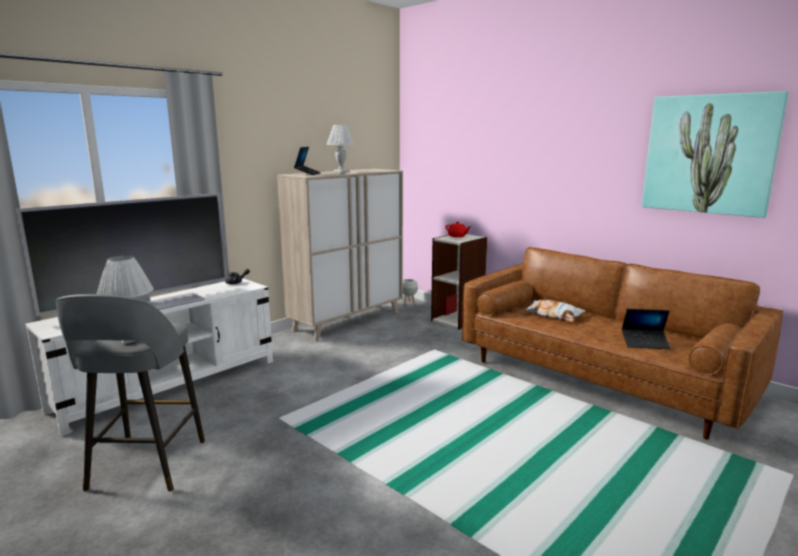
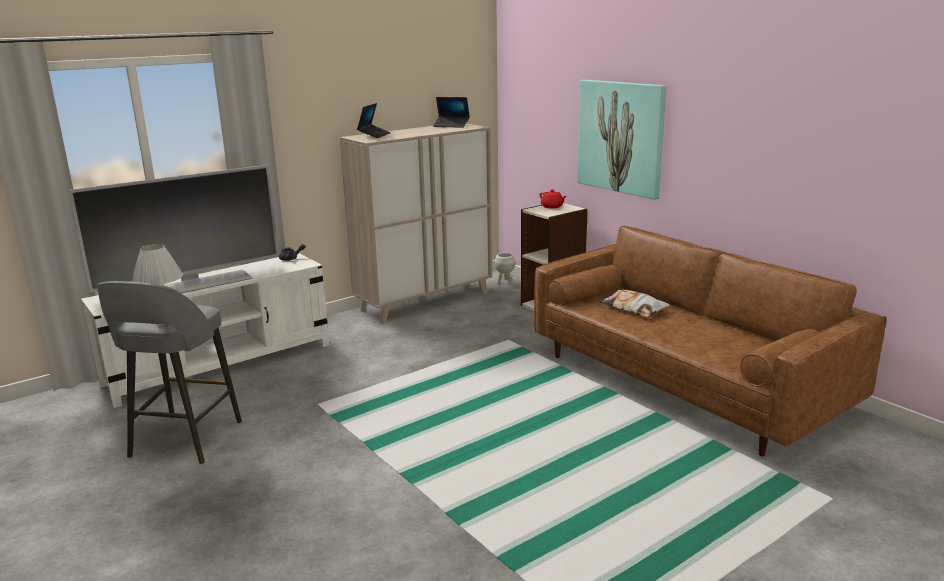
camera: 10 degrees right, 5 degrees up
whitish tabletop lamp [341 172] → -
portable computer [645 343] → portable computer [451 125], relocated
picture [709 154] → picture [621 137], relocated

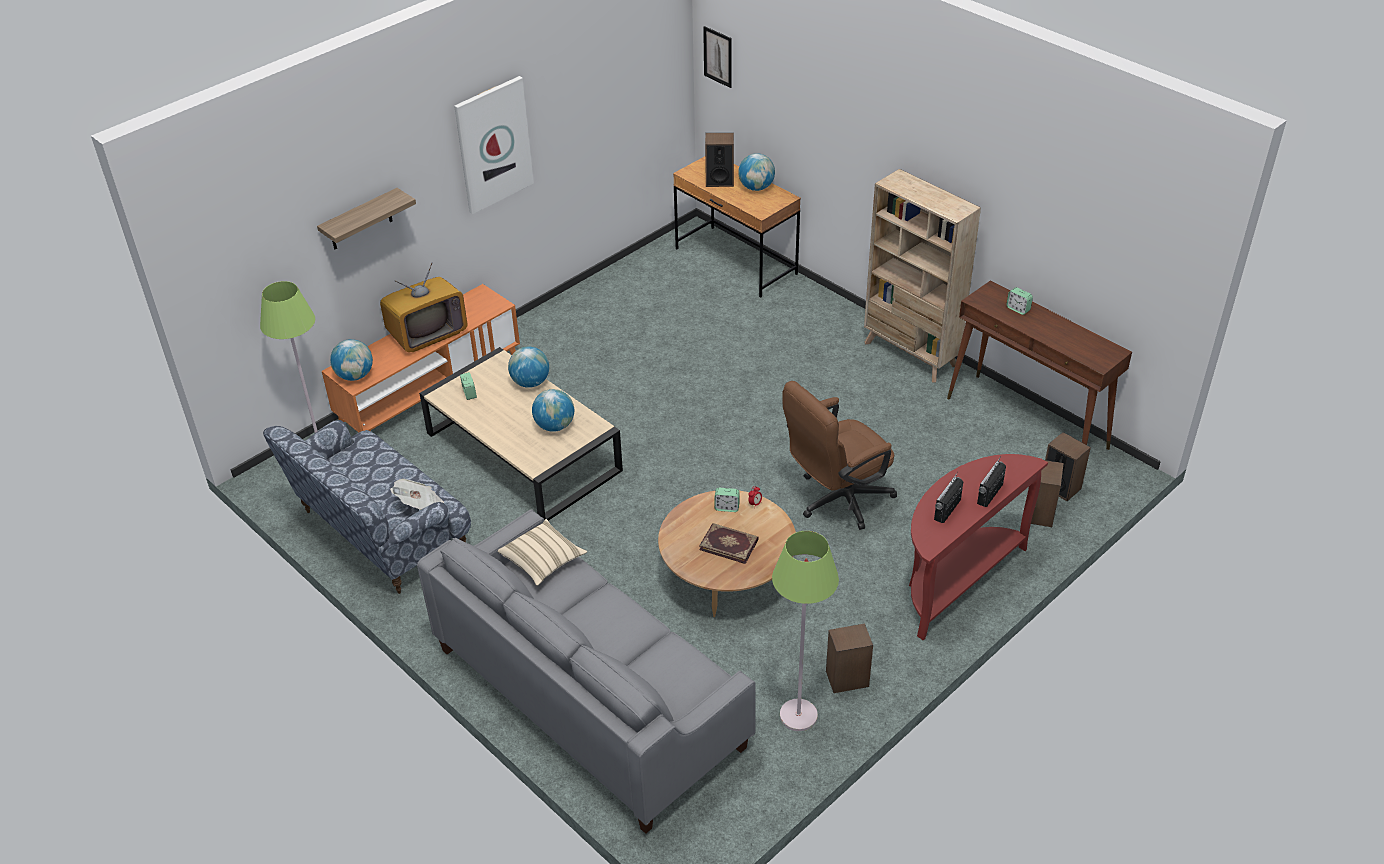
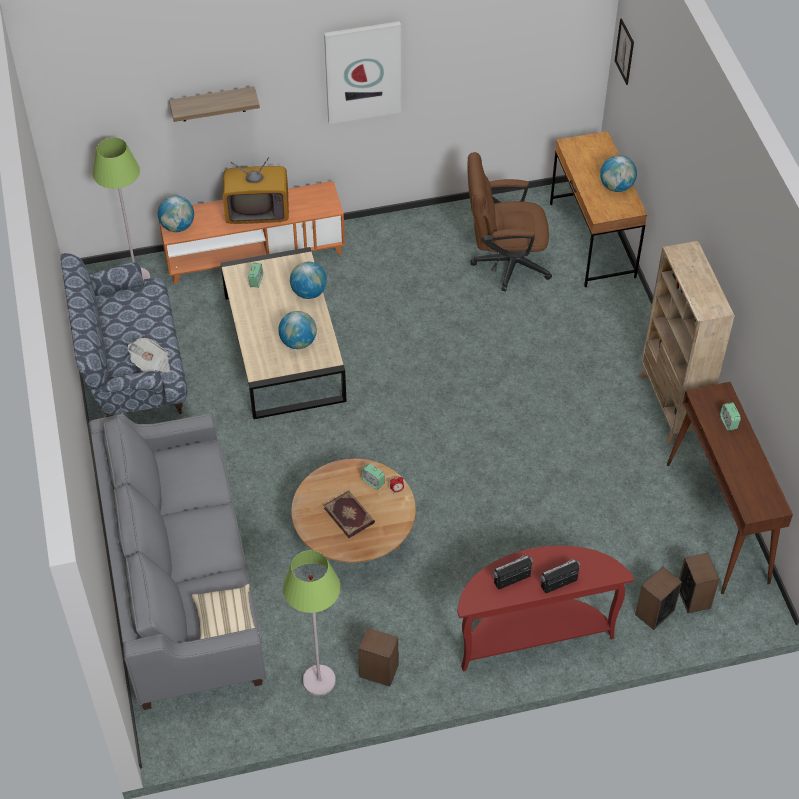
camera: 30 degrees right, 10 degrees up
loudspeaker [719 180] → -
beige-coloured cushion [543 561] → beige-coloured cushion [225 621], relocated
brownish computer chair [836 501] → brownish computer chair [504 263], relocated

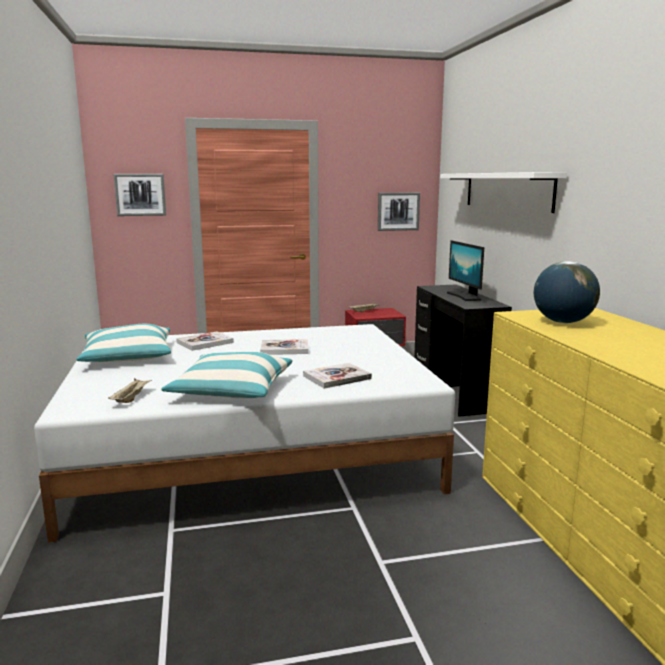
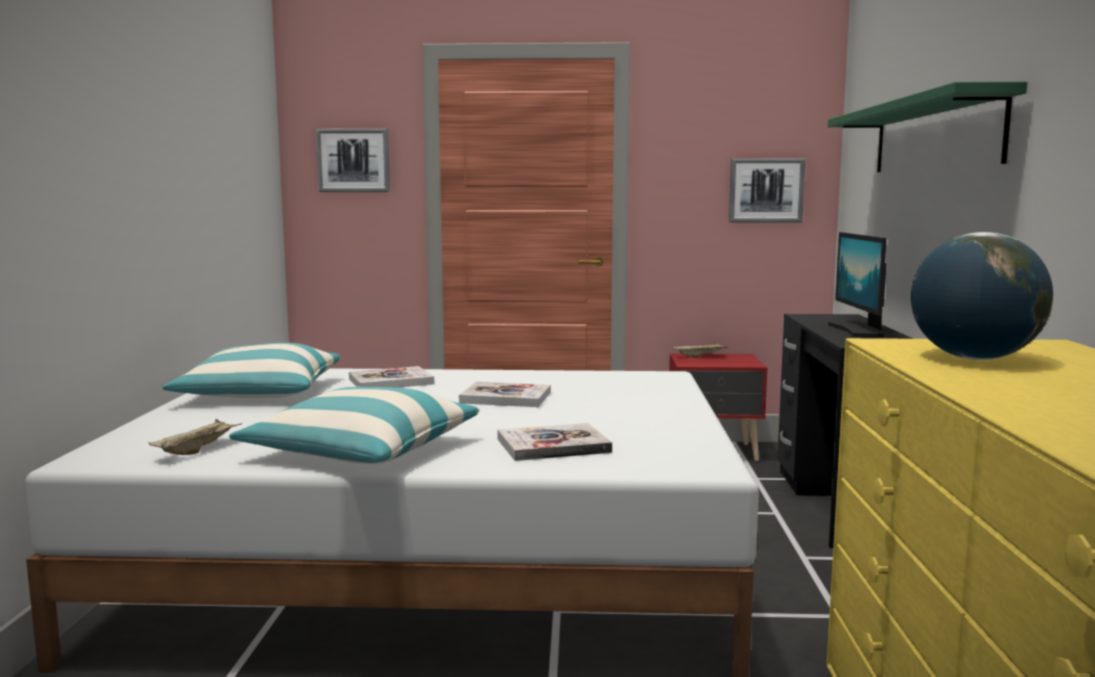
camera: 15 degrees right, 5 degrees down
whitish bracket shelf [506 190] → green-coloured bracket shelf [933 136]

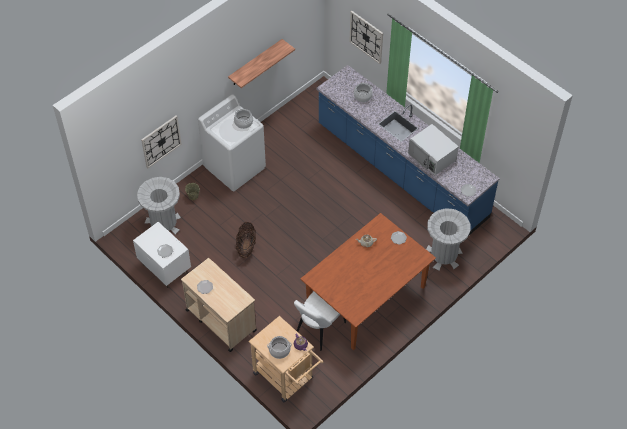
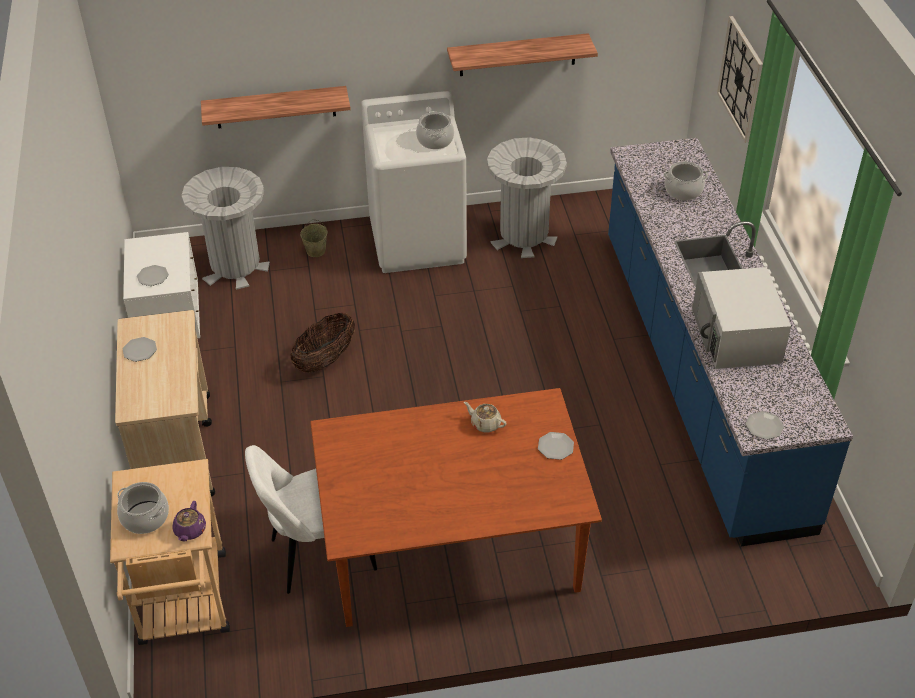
camera: 35 degrees right, 10 degrees down
gray waste bin [444 255] → gray waste bin [524 236], relocated
clock on the wall [161 141] → bracket shelf [275 107]

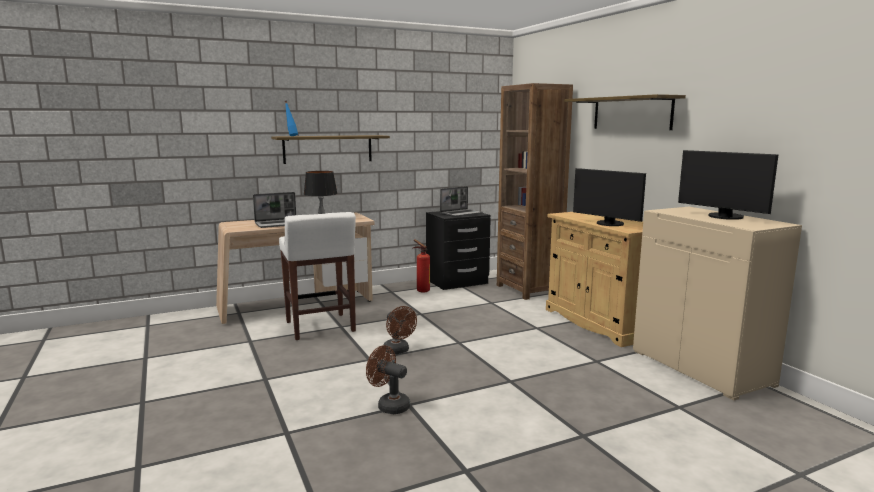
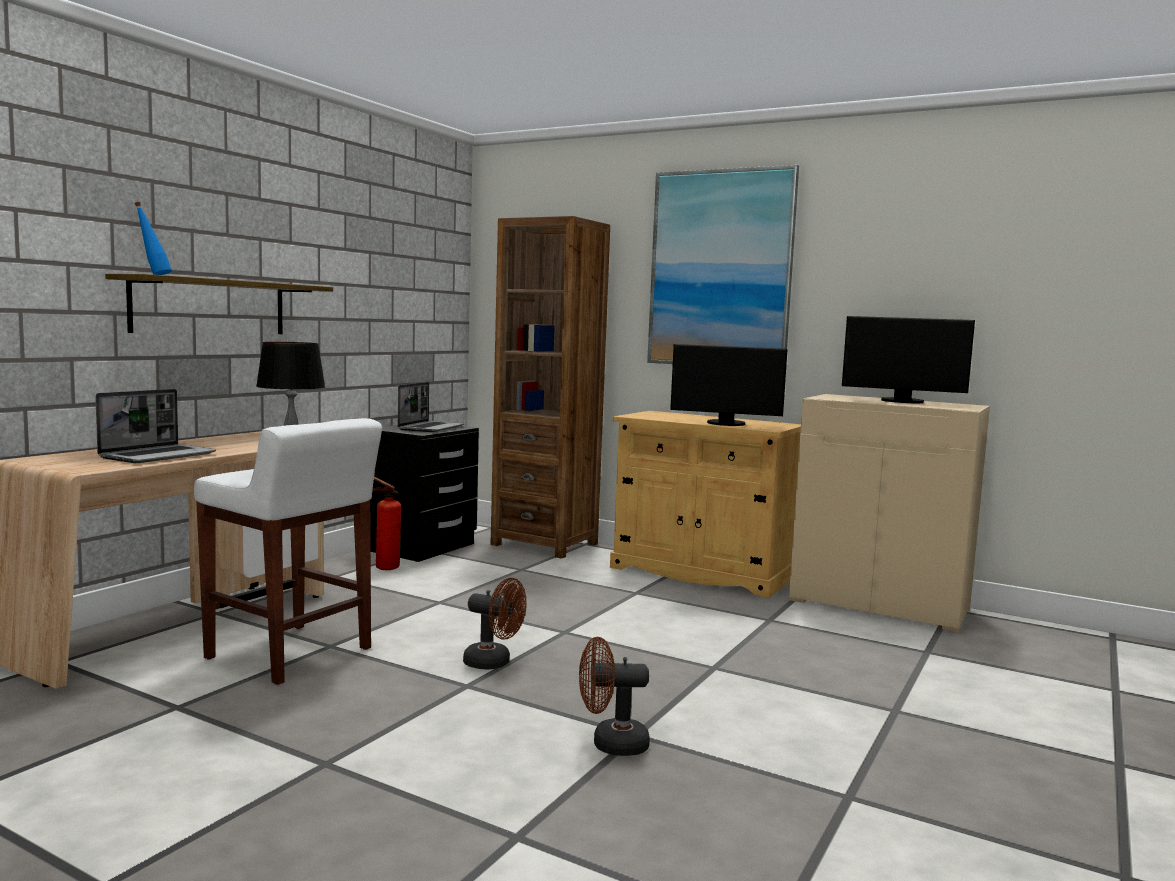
camera: 35 degrees left, 5 degrees down
bracket shelf [631 113] → picture [720 269]

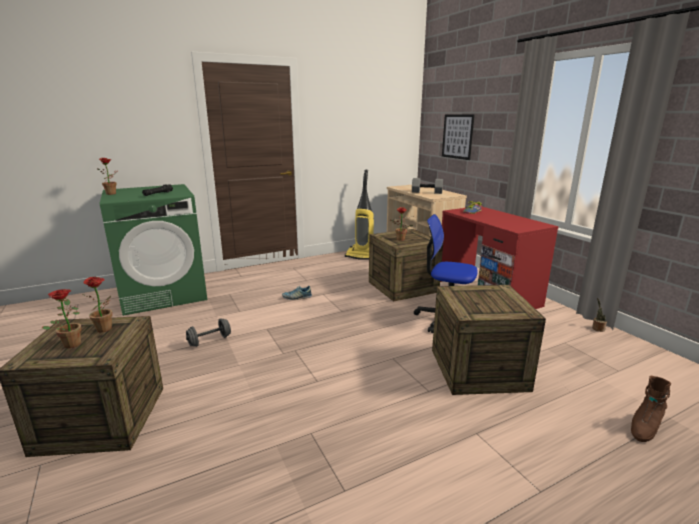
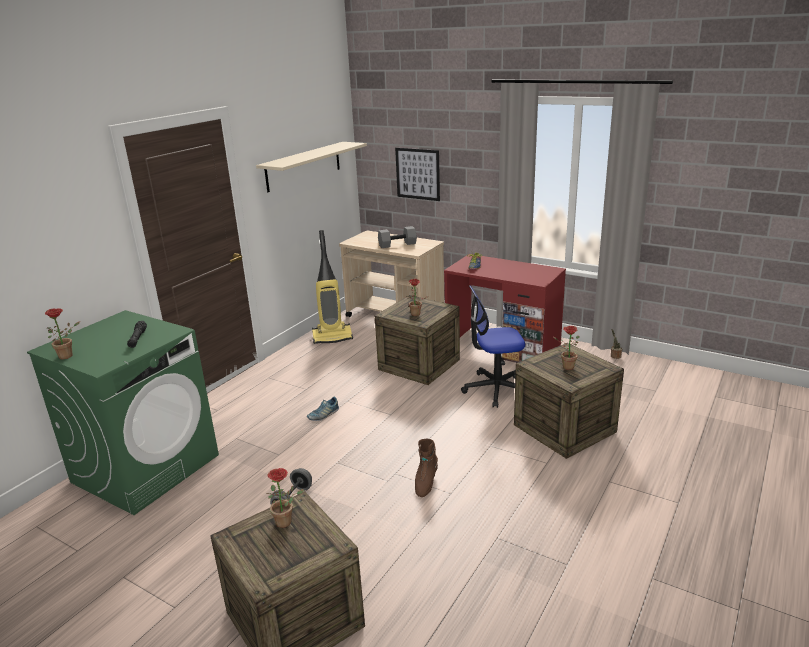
camera: 30 degrees left, 5 degrees up
- → beige-coloured bracket shelf [304 166]
houseplant [71 343] → houseplant [565 367], relocated
brownish tall boot [644 427] → brownish tall boot [425 482], relocated

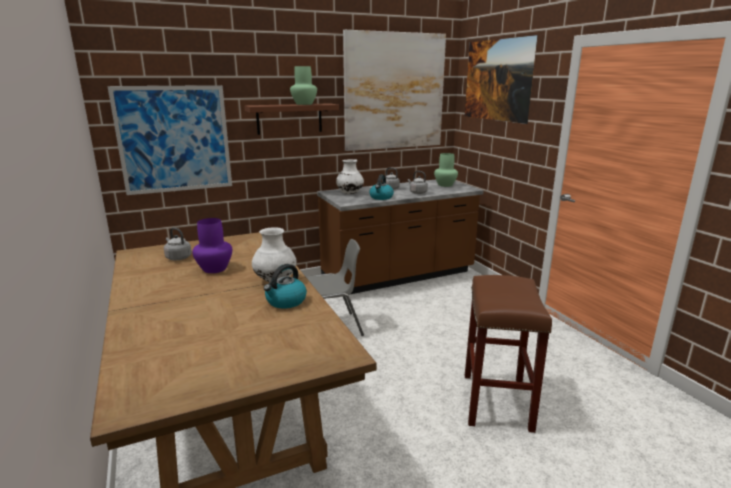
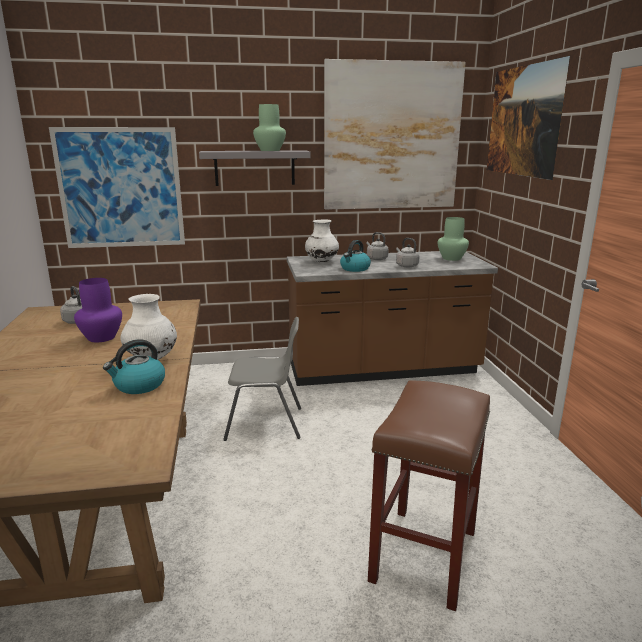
camera: 15 degrees right, 0 degrees up
brownish bracket shelf [289 118] → gray bracket shelf [254 168]

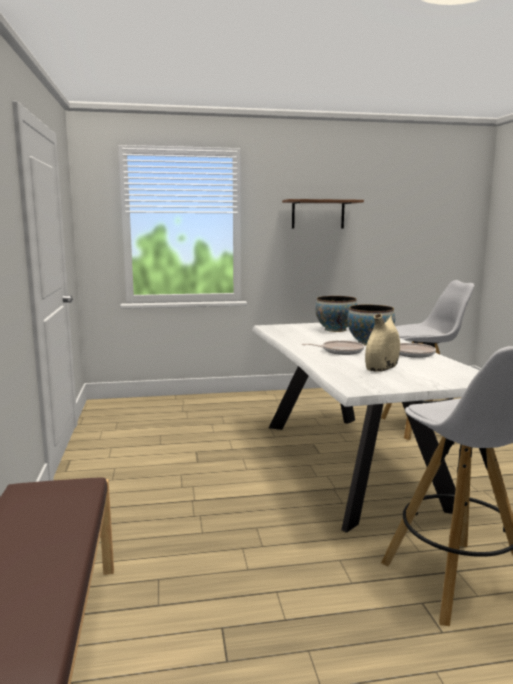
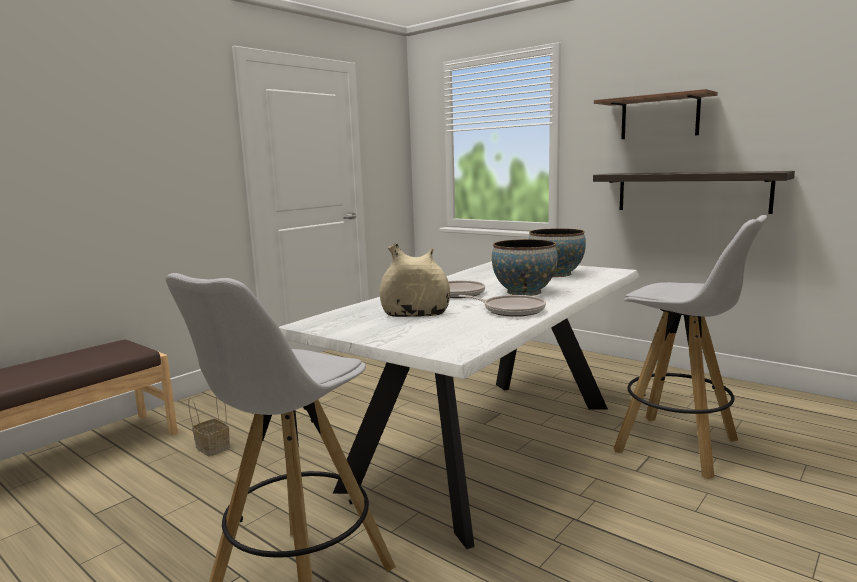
camera: 50 degrees right, 0 degrees up
- → household basket [211 448]
- → bracket shelf [691 192]

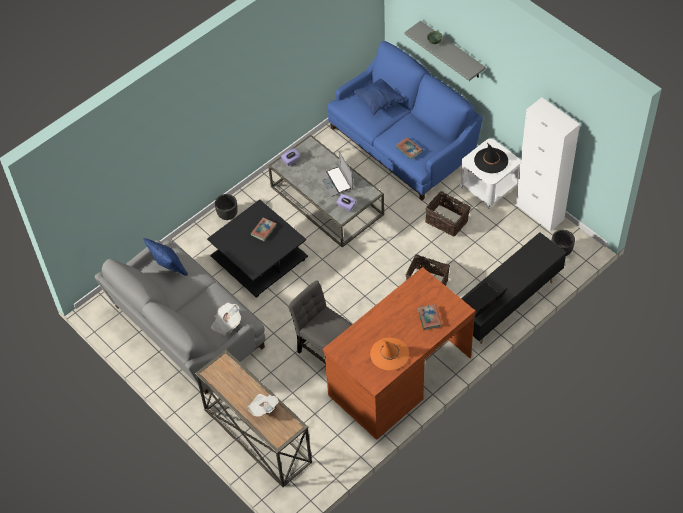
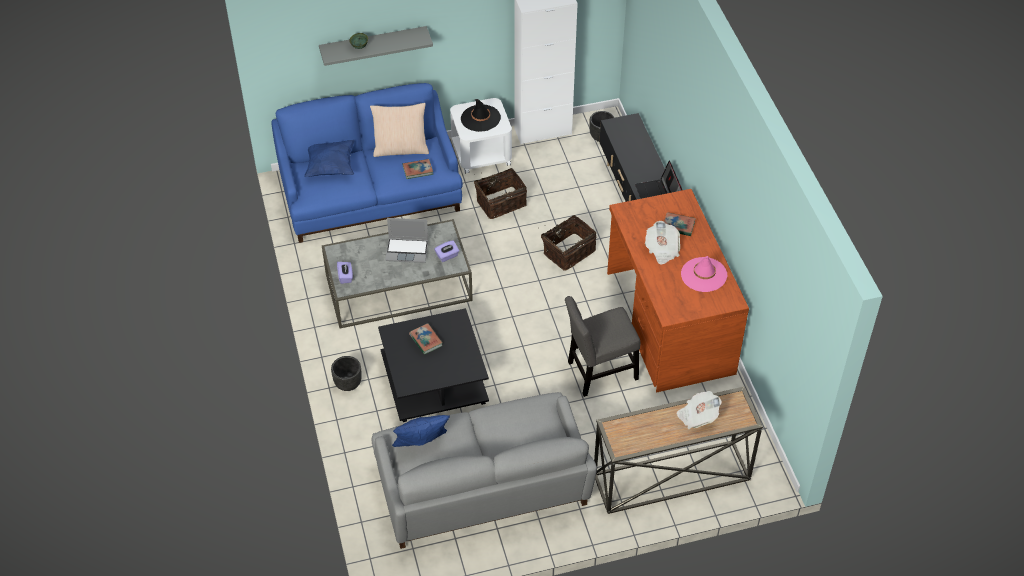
camera: 65 degrees left, 5 degrees down
- → beige-coloured cushion [401 149]
newspaper [226 323] → newspaper [662 250], relocated
orange clothing hat [389 354] → pink clothing hat [703 275]

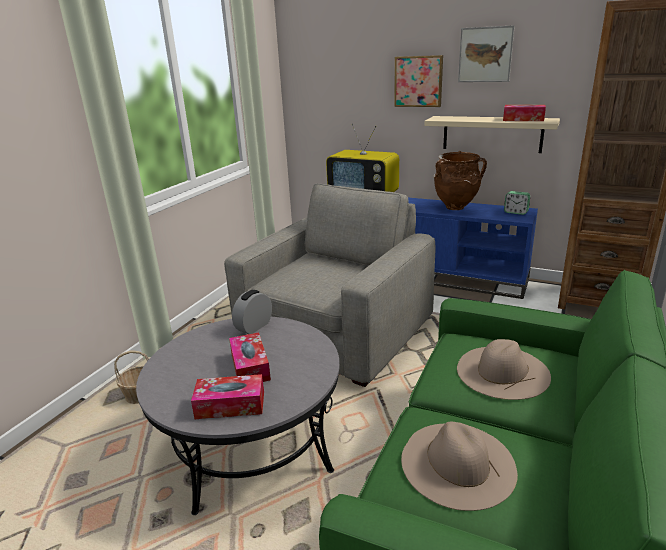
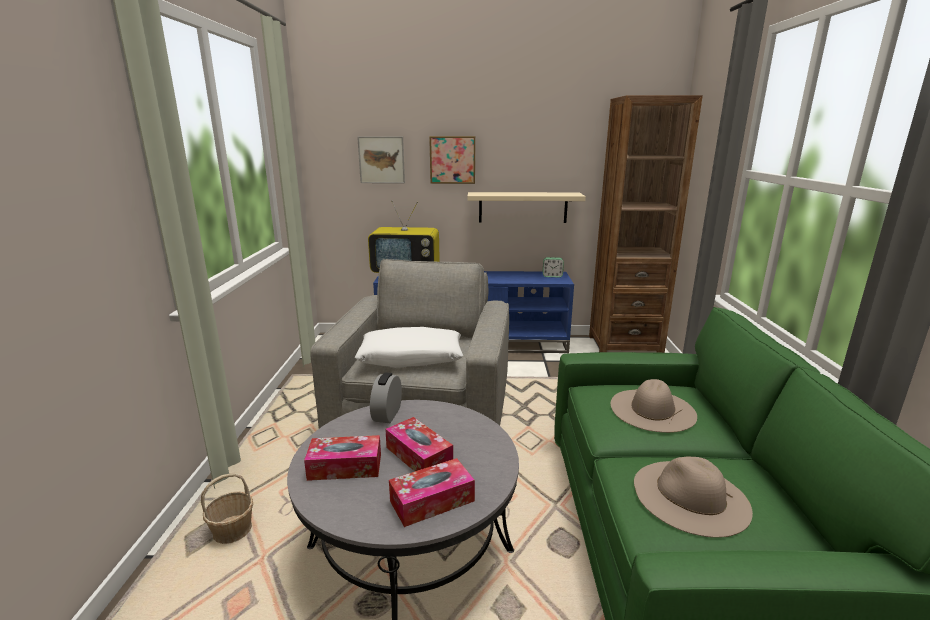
camera: 25 degrees left, 5 degrees down
brownish vase [455 207] → -
- → whitish cushion [411 358]
picture [485 54] → picture [381 160], relocated
tissue holder [523 119] → tissue holder [345 467], relocated

